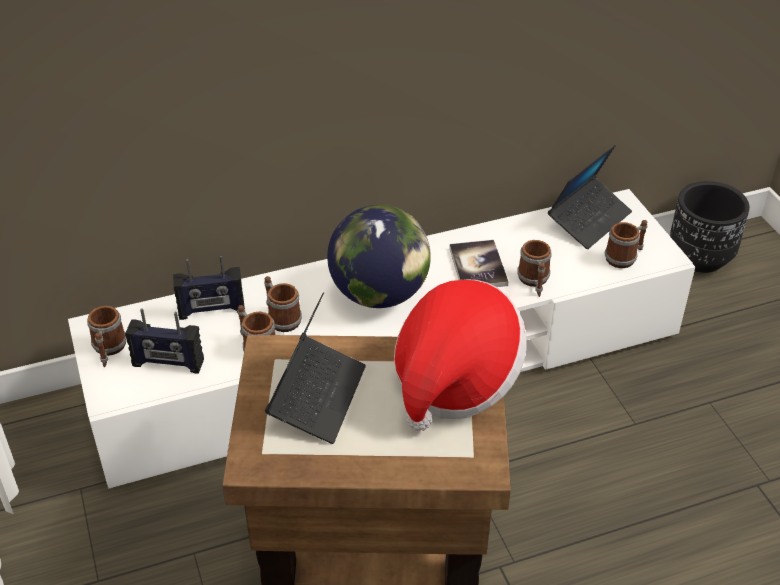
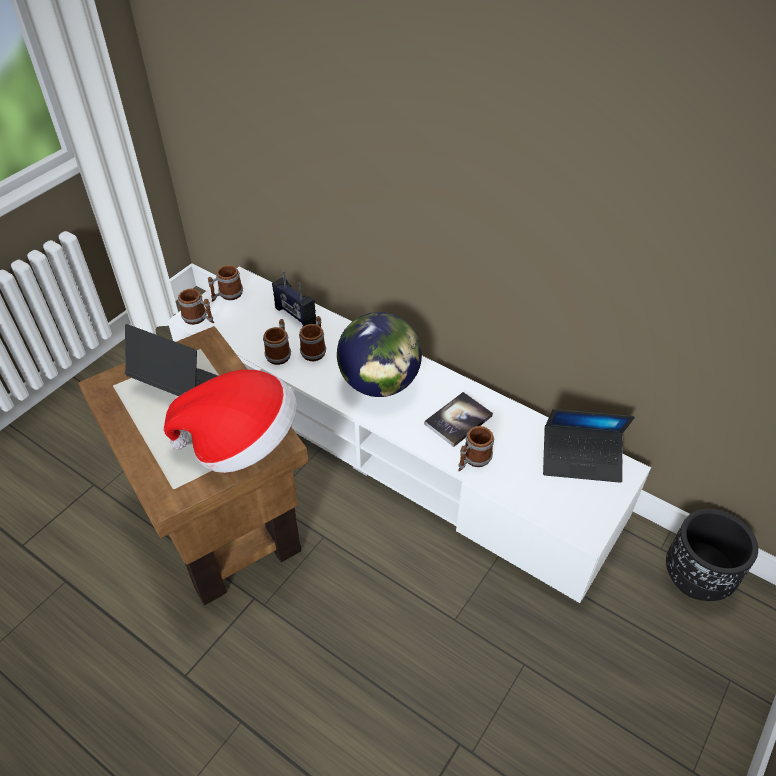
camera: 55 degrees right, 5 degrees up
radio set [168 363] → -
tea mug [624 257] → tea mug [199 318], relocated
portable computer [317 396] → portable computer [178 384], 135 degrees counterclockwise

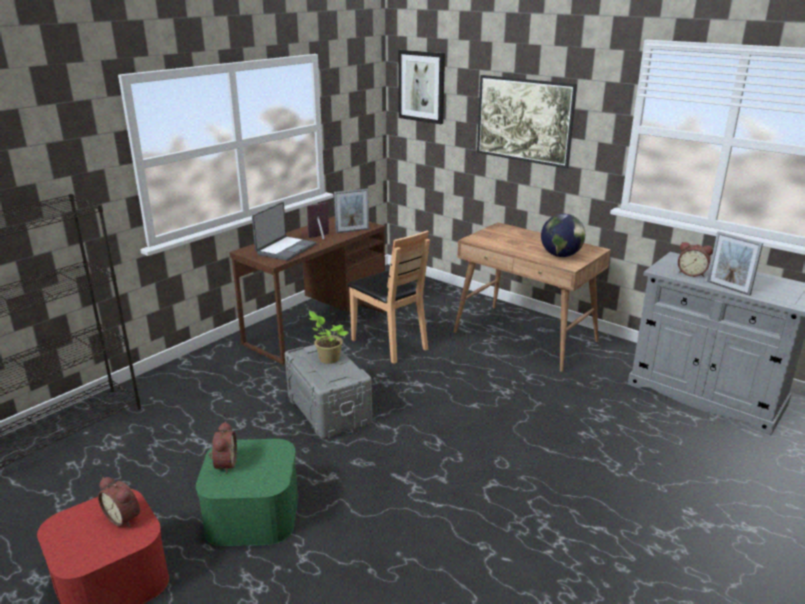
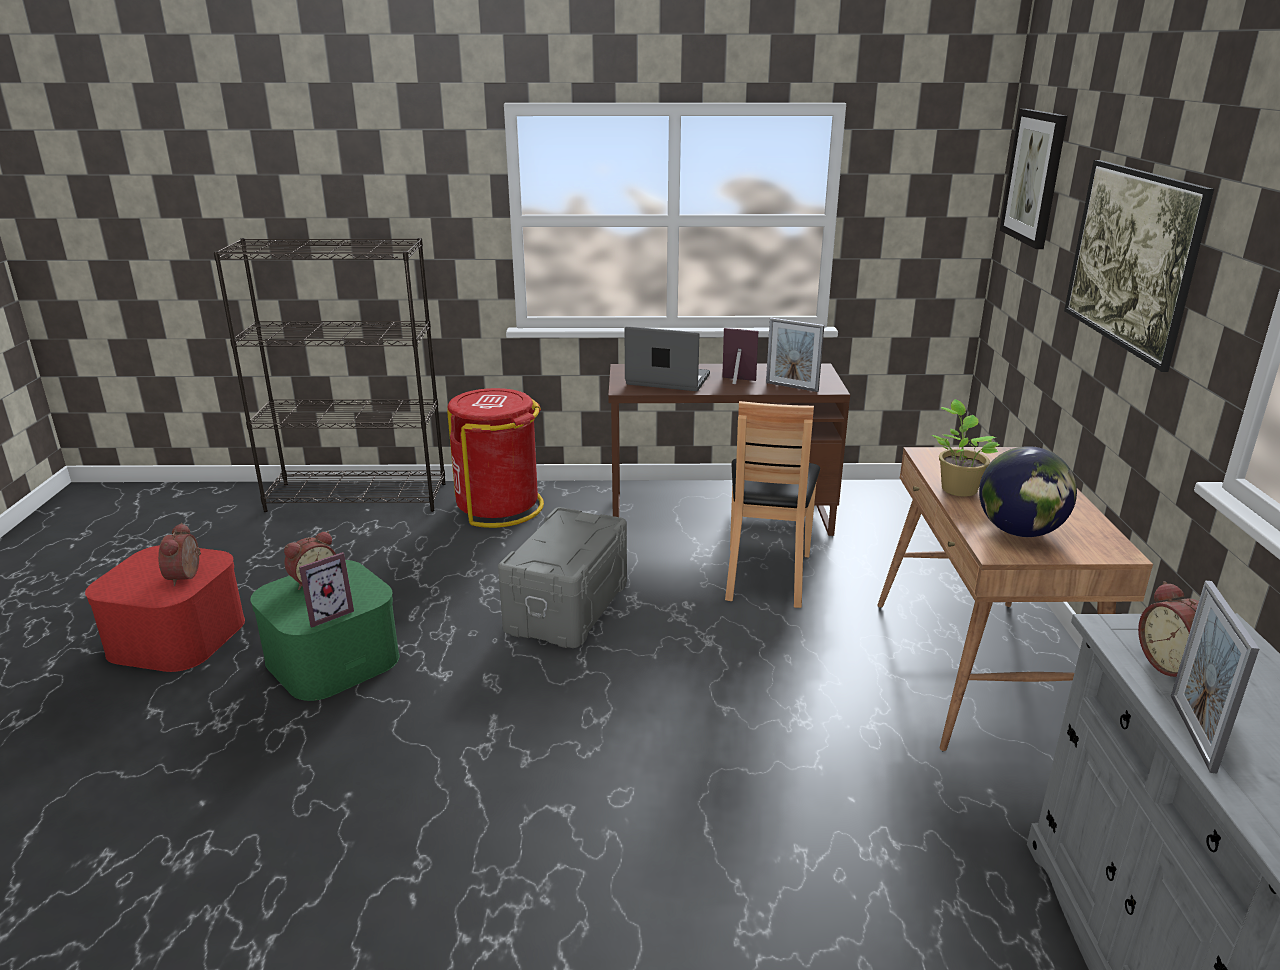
camera: 50 degrees right, 0 degrees up
- → picture frame [327 614]
- → red-coloured waste bin [499 507]
houseplant [328 358] → houseplant [957 488], relocated
portable computer [285 249] → portable computer [667 380], 150 degrees counterclockwise

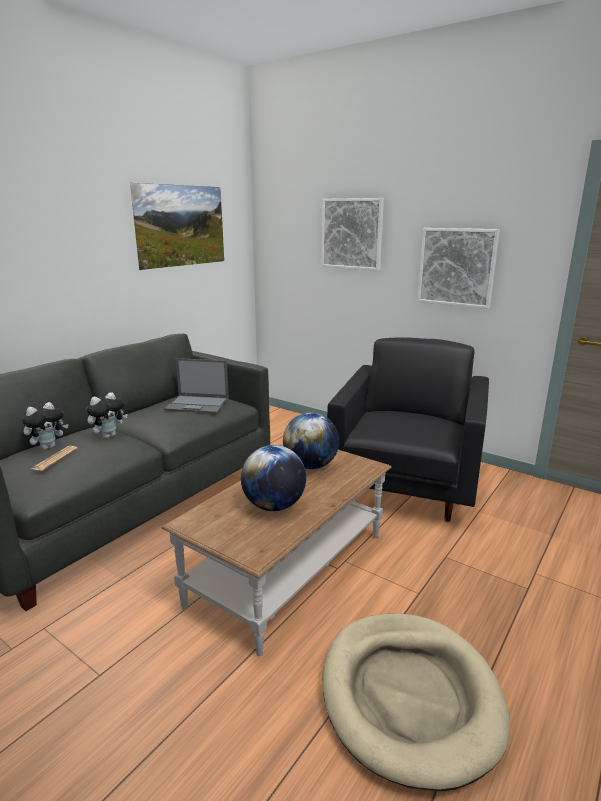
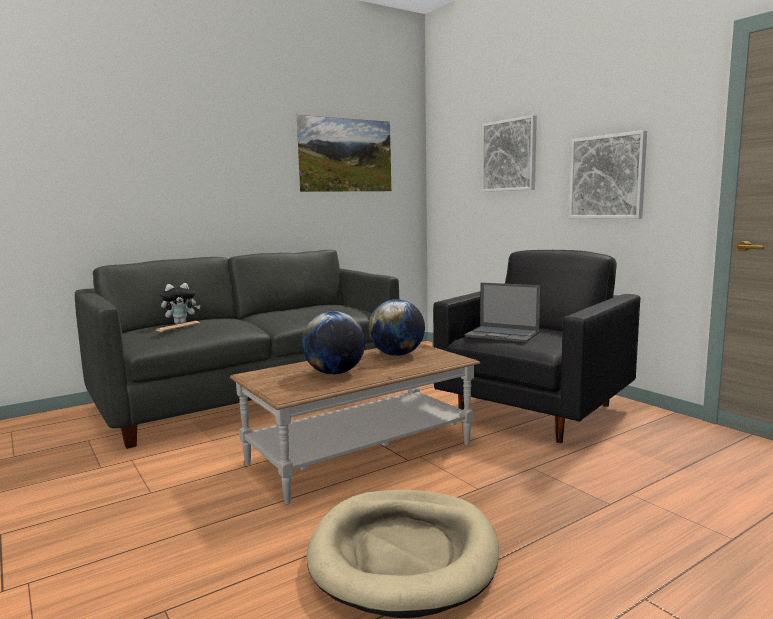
camera: 20 degrees right, 10 degrees down
plush toy [109 436] → -
portable computer [198 404] → portable computer [503 334], relocated

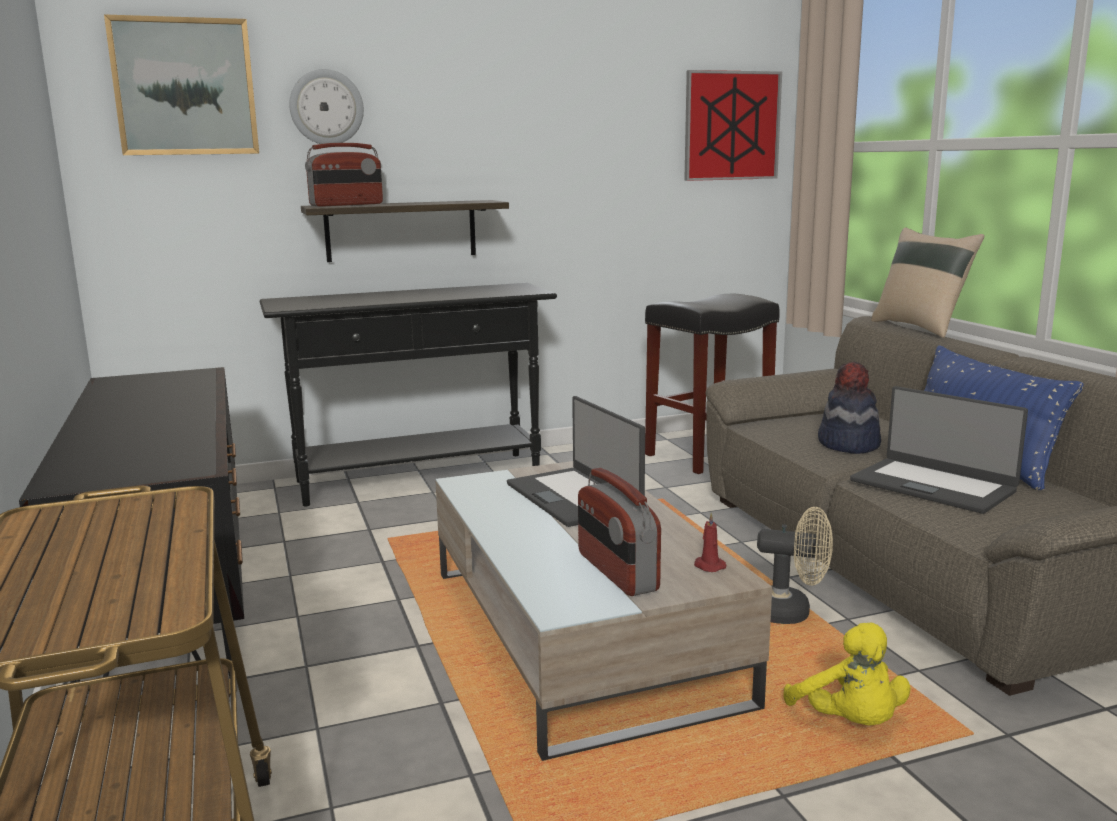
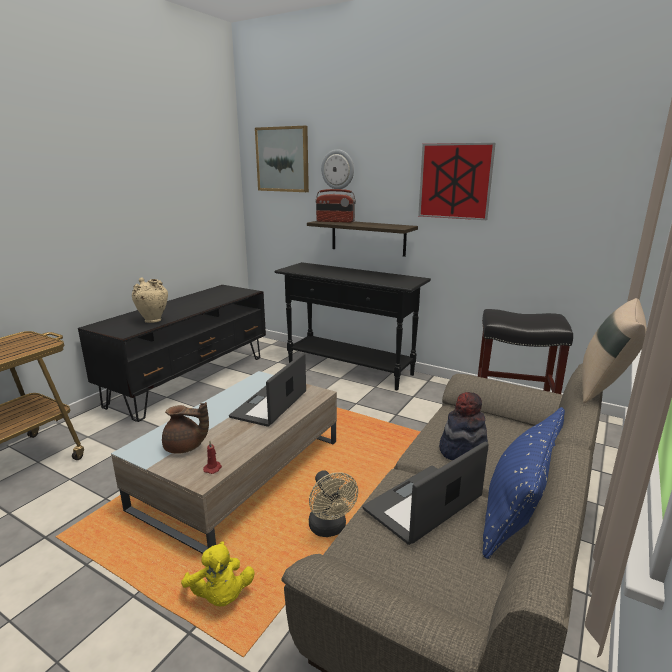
camera: 50 degrees right, 5 degrees up
- → beige-coloured vase [153 320]
picture [732 126] → picture [455 181], relocated
radio set [616 572] → brownish teapot [185 447]
yellow-coloured plush toy [850 722] → yellow-coloured plush toy [220 596], 60 degrees counterclockwise
portable computer [933 485] → portable computer [424 504], 45 degrees clockwise

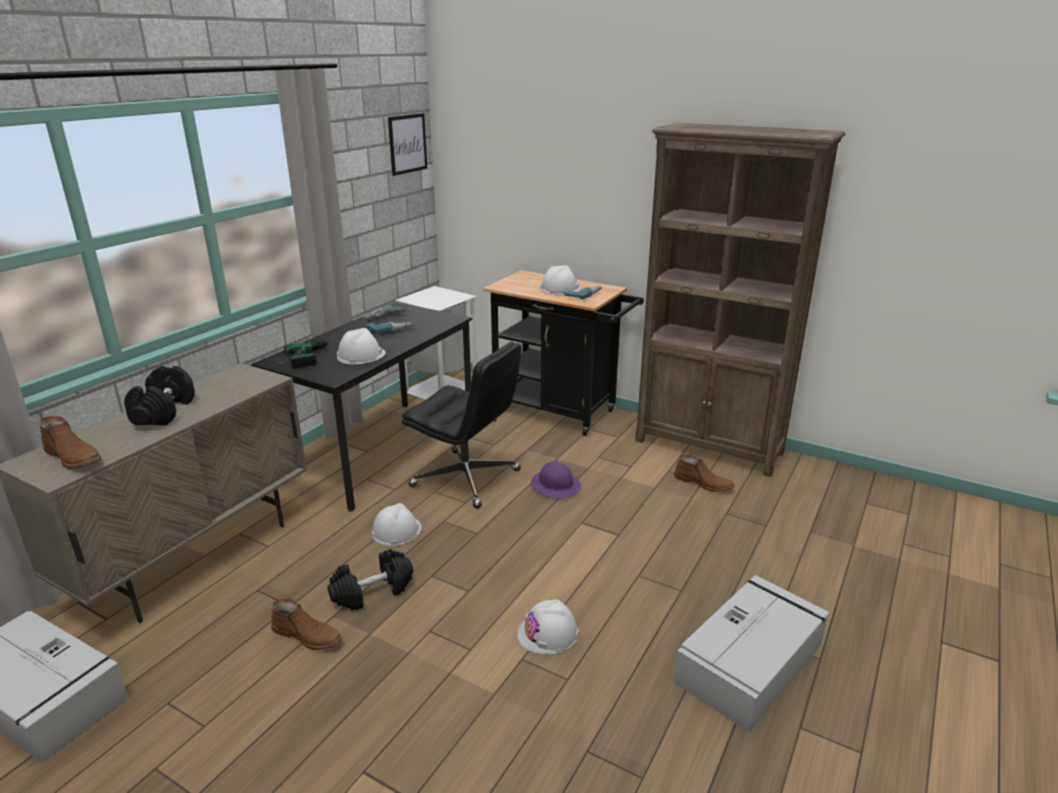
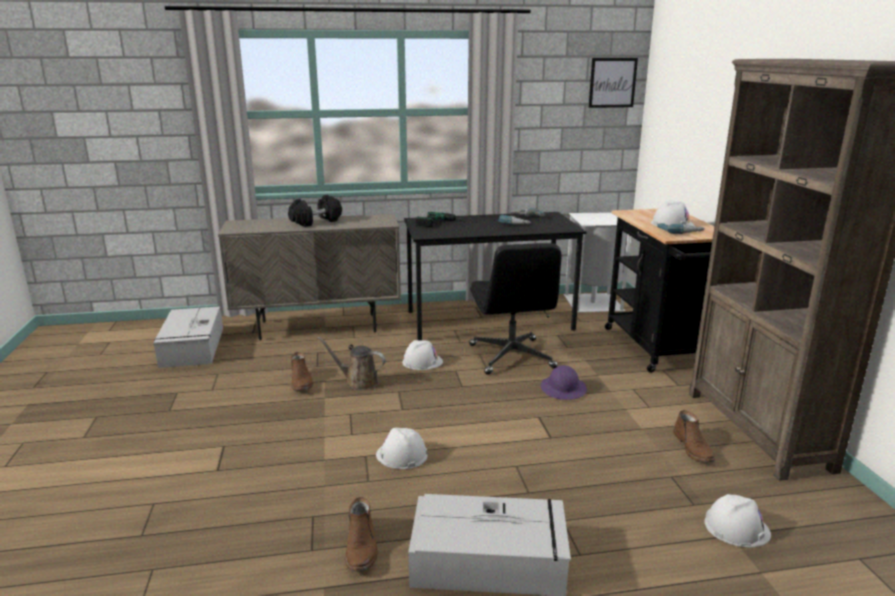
camera: 50 degrees right, 5 degrees down
brownish tall boot [74 457] → brownish tall boot [361 547], relocated
whitish hard hat [361 355] → whitish hard hat [736 527], relocated
black hand weight [372 592] → brownish watering can [358 381]

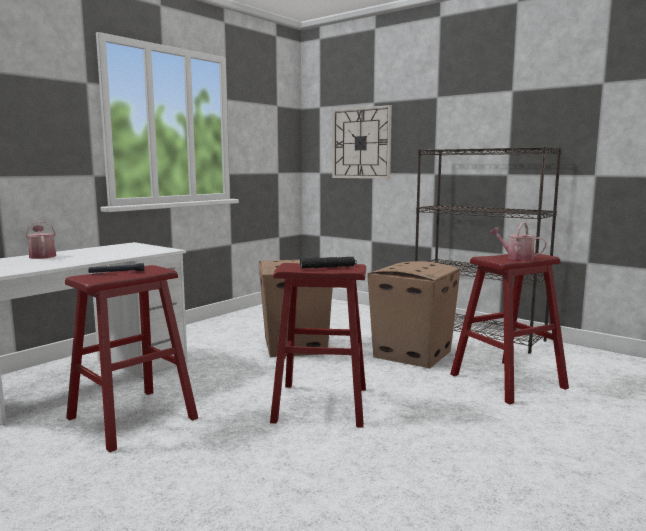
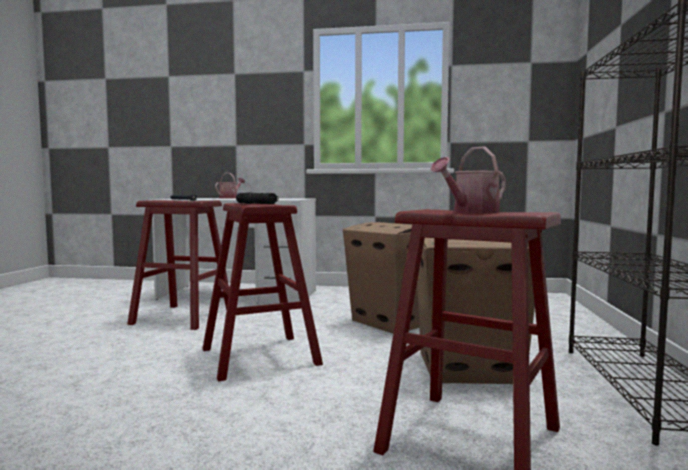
camera: 60 degrees right, 5 degrees down
clock on the wall [361 143] → -
watering can [516 258] → watering can [471 212], 135 degrees counterclockwise

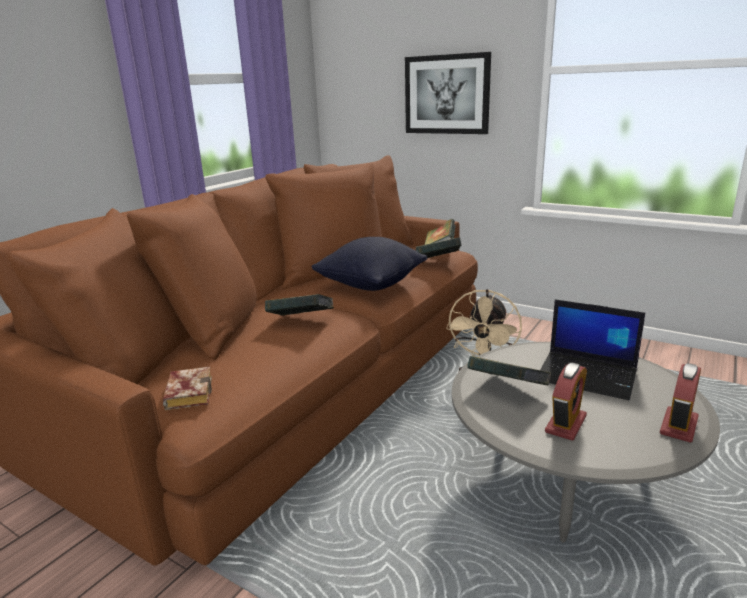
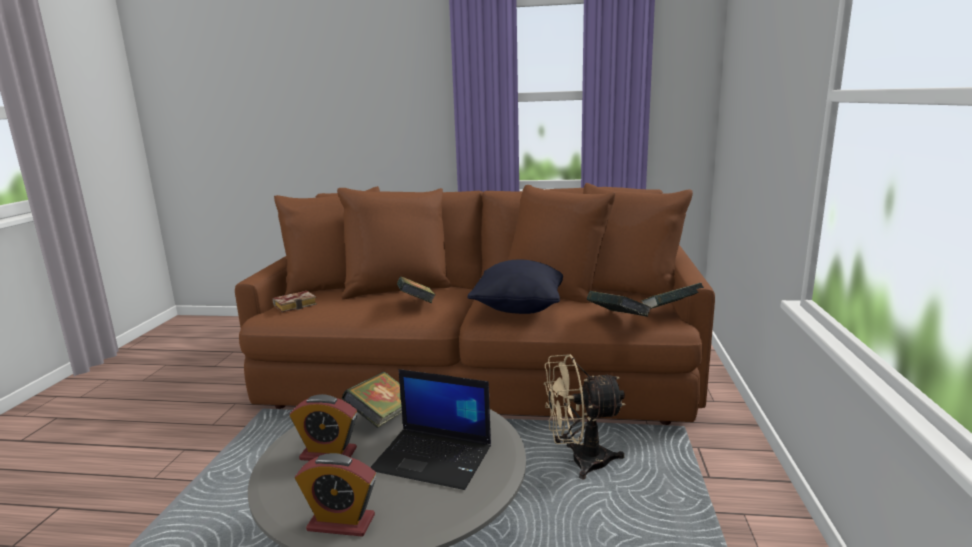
camera: 65 degrees right, 5 degrees down
picture [447 94] → -
portable computer [588 375] → portable computer [434 458], 75 degrees counterclockwise

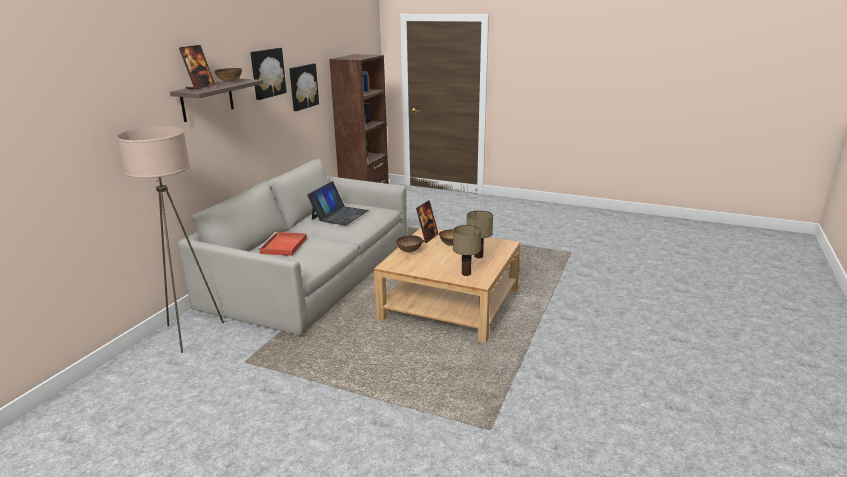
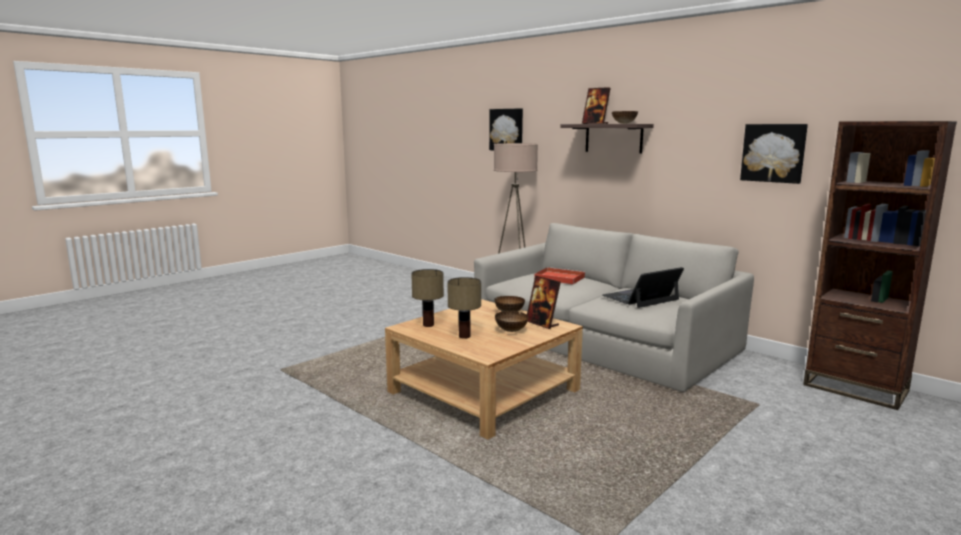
camera: 110 degrees right, 10 degrees down
picture [267 73] → picture [507 130], relocated
portable computer [339 215] → portable computer [641 297], 105 degrees clockwise

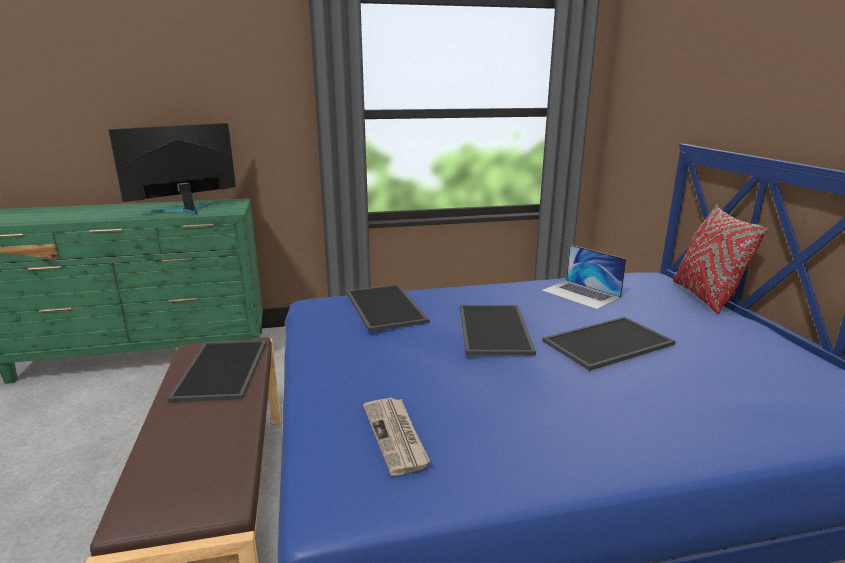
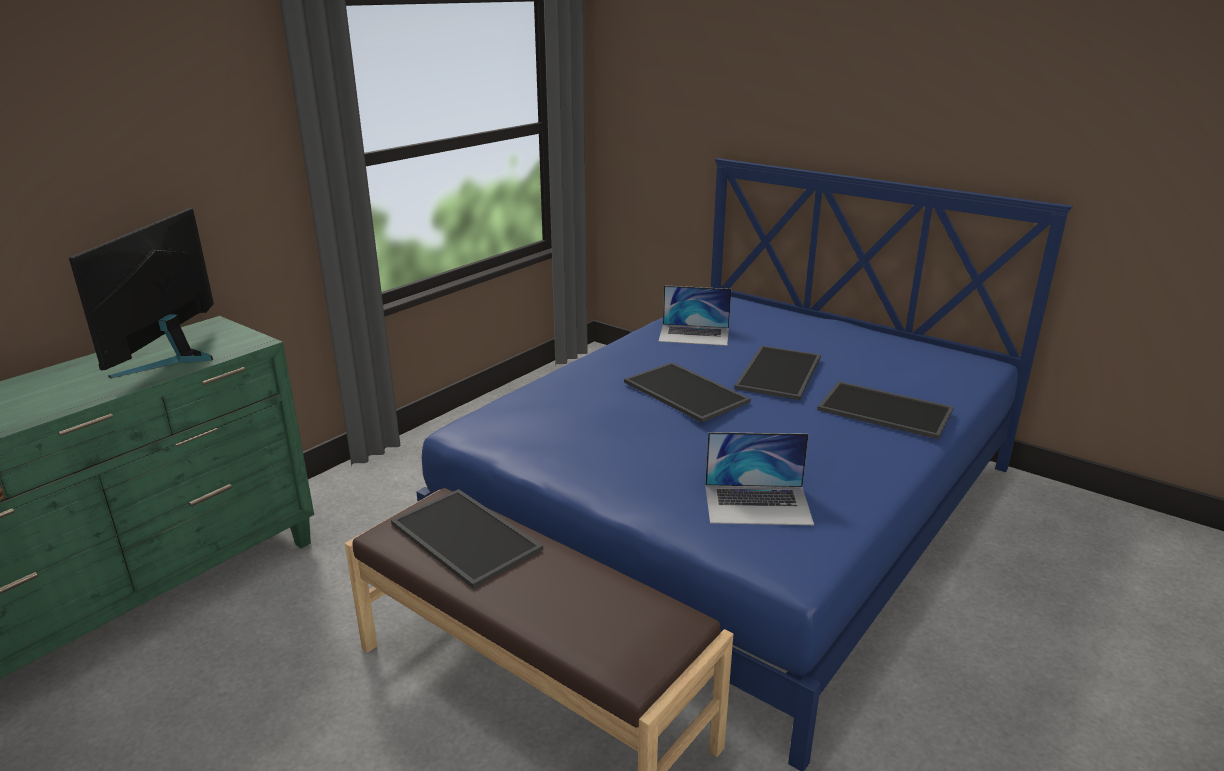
camera: 40 degrees left, 5 degrees up
red-coloured cushion [705 297] → -
serving tray [387 307] → serving tray [886 409], relocated
newspaper [396 436] → portable computer [758 504]

